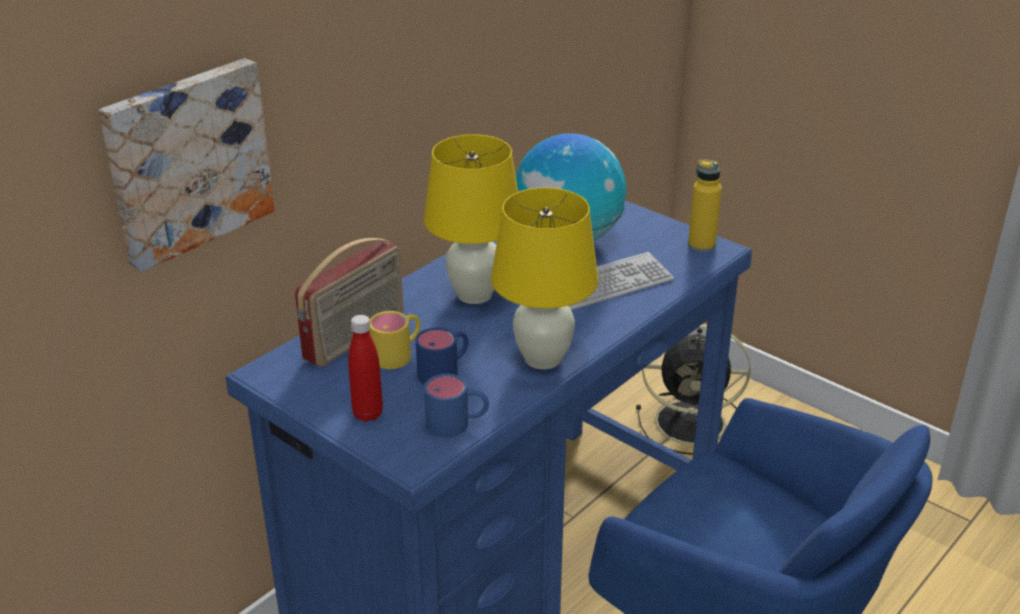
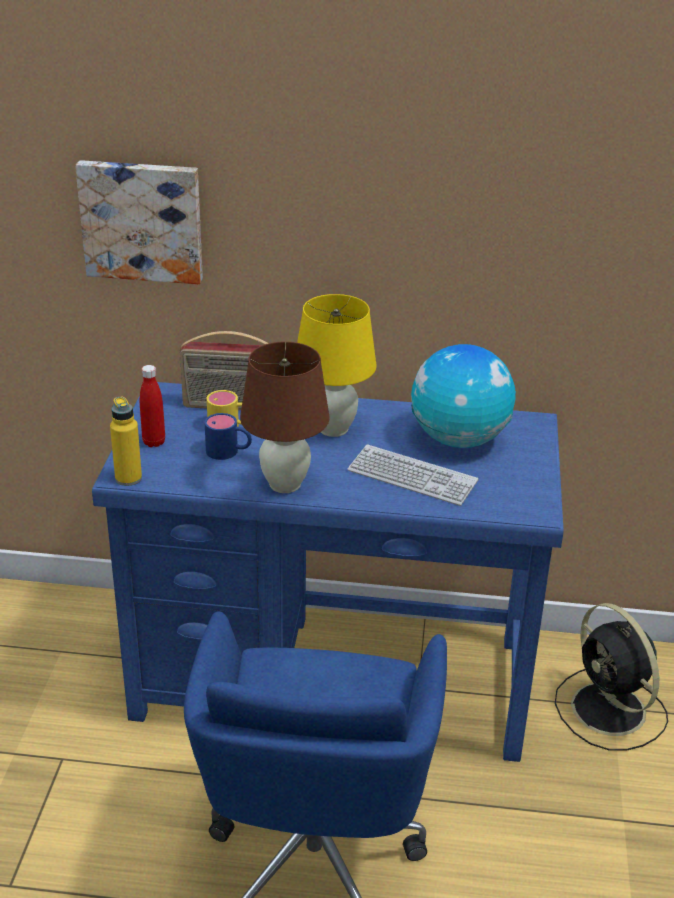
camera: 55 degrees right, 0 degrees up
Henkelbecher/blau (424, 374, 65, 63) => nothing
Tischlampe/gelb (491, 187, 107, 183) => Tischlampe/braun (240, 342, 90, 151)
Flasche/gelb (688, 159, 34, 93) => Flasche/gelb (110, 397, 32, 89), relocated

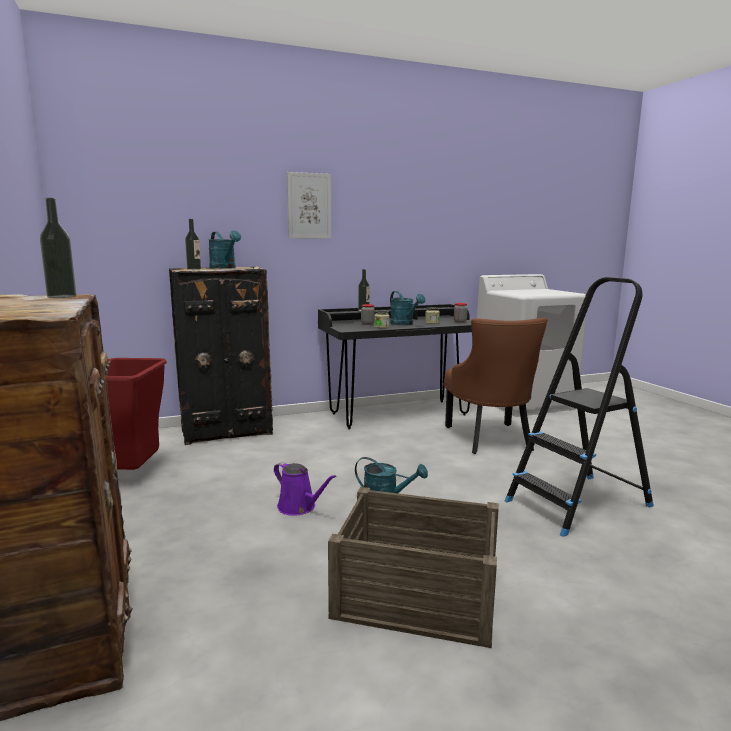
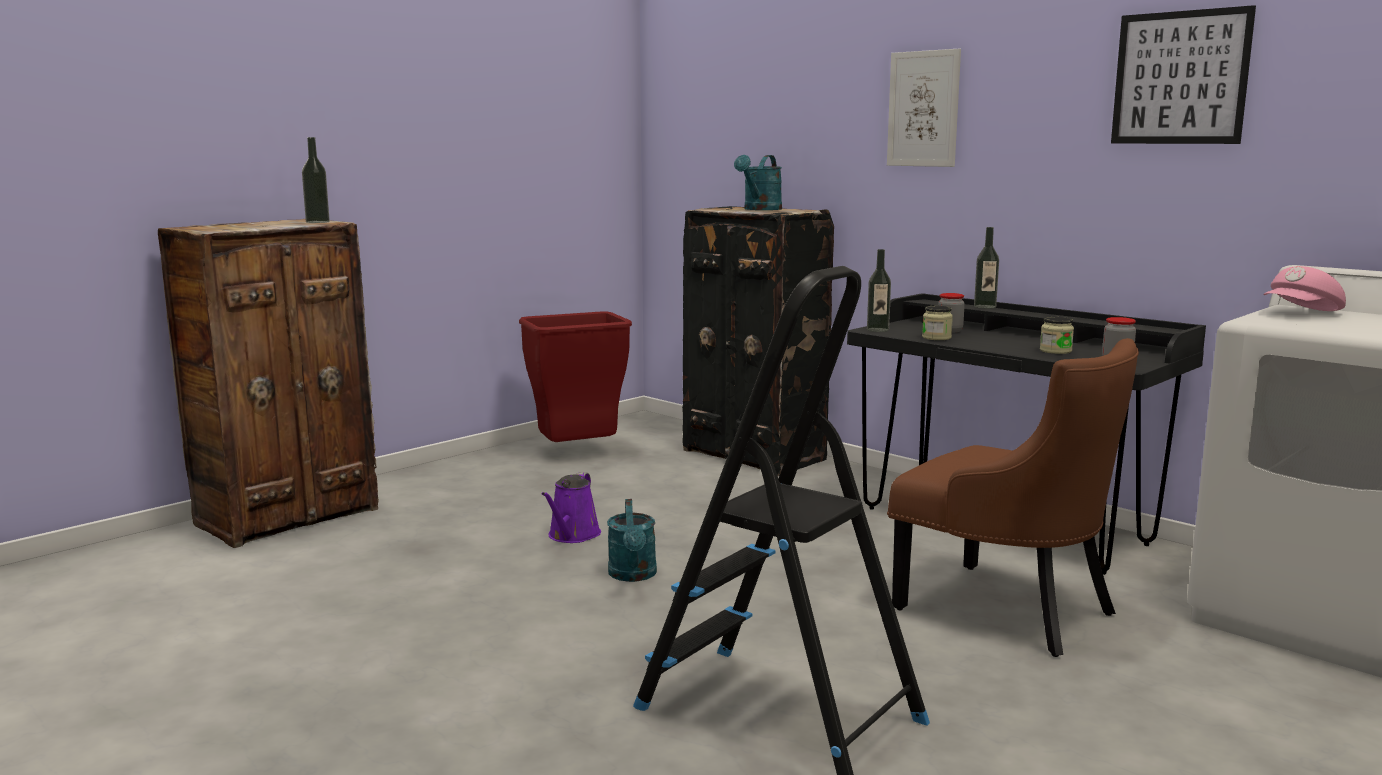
camera: 65 degrees right, 0 degrees up
Flasche (185, 219, 16, 51) => Flasche (867, 249, 24, 83), relocated
Kiste (328, 487, 171, 161) => nothing
Gießkanne/türkis (390, 291, 35, 34) => nothing
Stuhl/braun (444, 318, 104, 136) => Stuhl/braun (887, 338, 252, 319), 105 degrees counterclockwise
nothing => Bild (1111, 5, 145, 139)
nothing => Kappe/rosa (1263, 266, 83, 45)

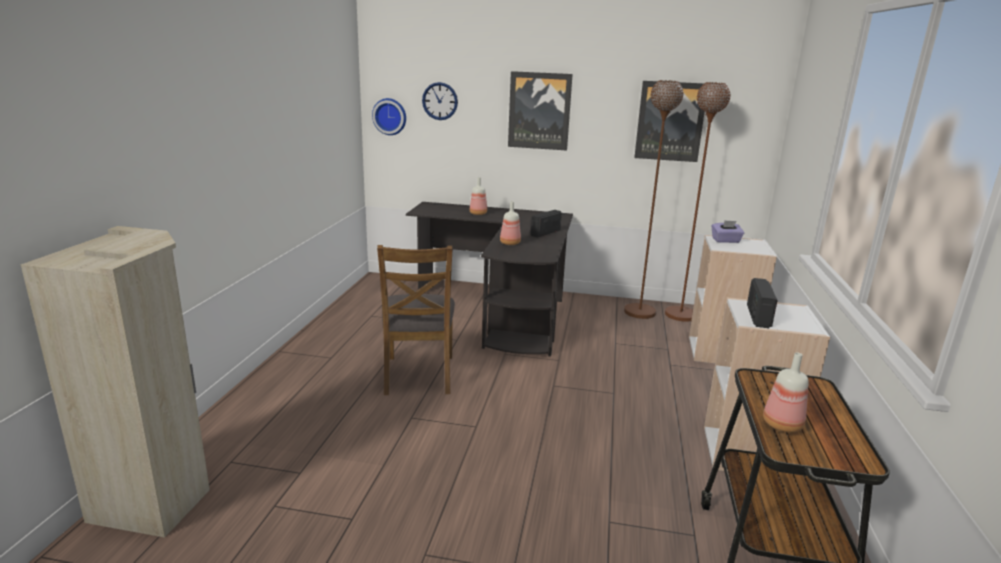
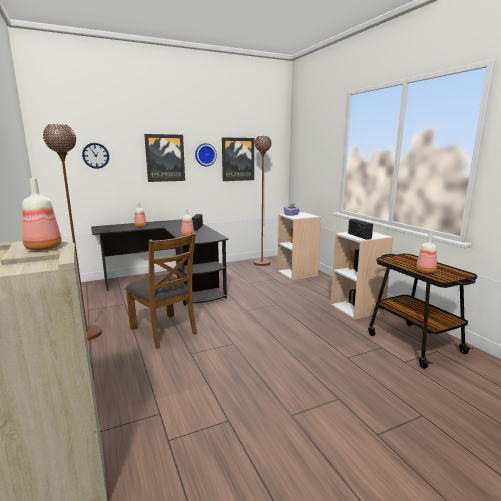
camera: 35 degrees left, 5 degrees down
Wanduhr (372, 98, 34, 37) => Wanduhr (195, 143, 22, 23), relocated
Stehlampe/braun (624, 80, 59, 239) => Stehlampe/braun (43, 124, 59, 217), relocated
nothing => Flasche (22, 178, 40, 73)

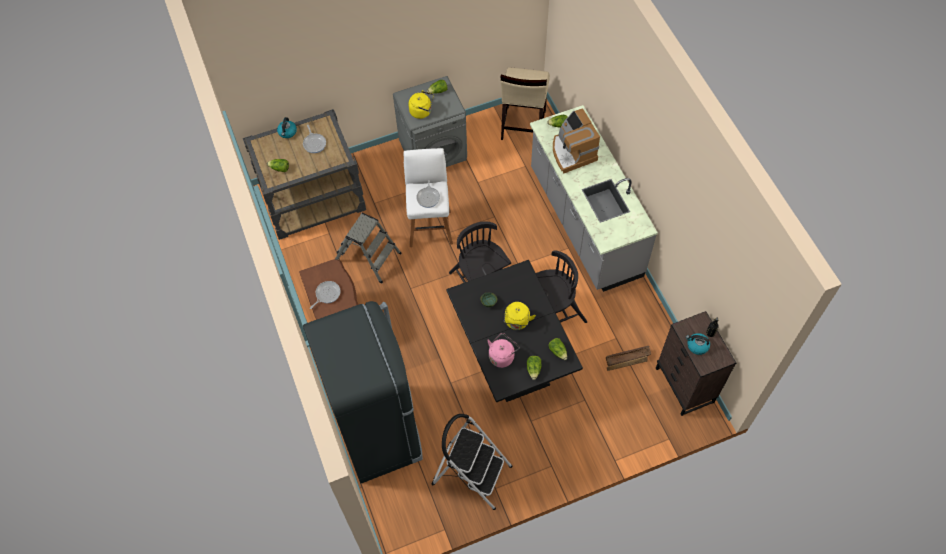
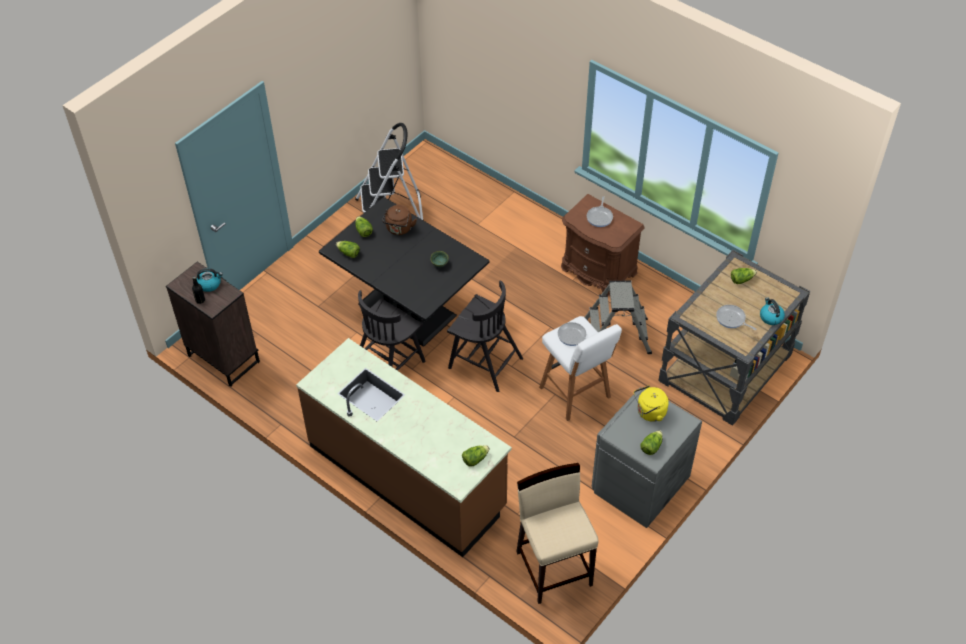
camera: 150 degrees right, 10 degrees down
Kühlschrank/schwarz (303, 301, 120, 182) => nothing
Wasserkessel/rosa (487, 333, 33, 35) => Wasserkessel/braun (382, 205, 35, 30)
Wasserkessel/gelb (504, 302, 32, 28) => nothing
Küchenzeile/grau (530, 105, 128, 187) => Küchenzeile/braun (296, 338, 216, 219)
Kaffeemaschine (553, 108, 47, 66) => nothing
Kiste (606, 346, 45, 25) => nothing

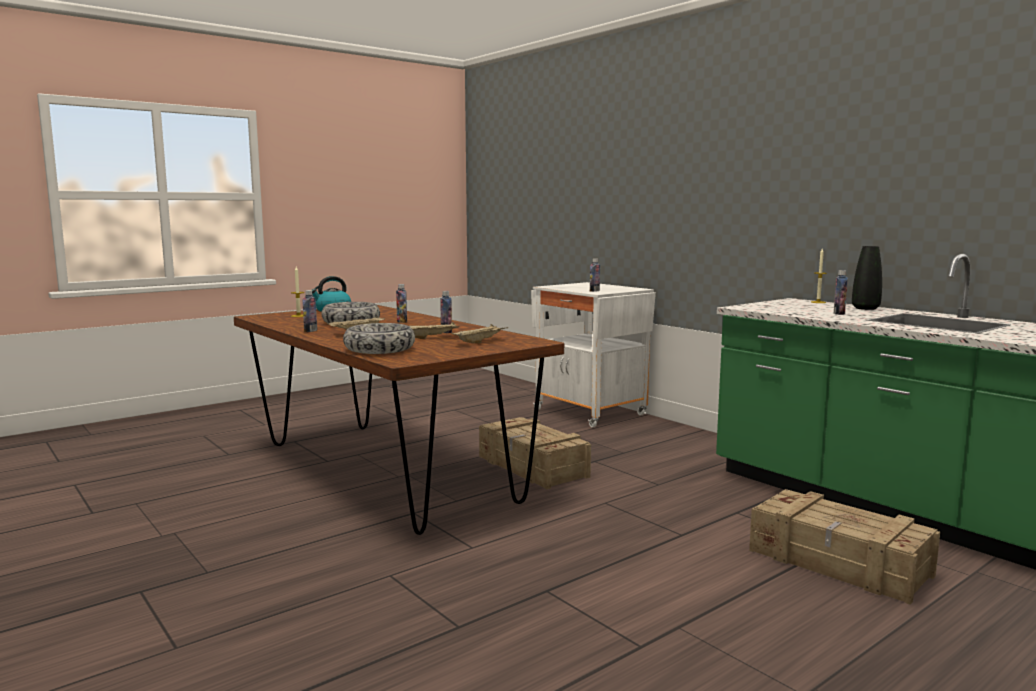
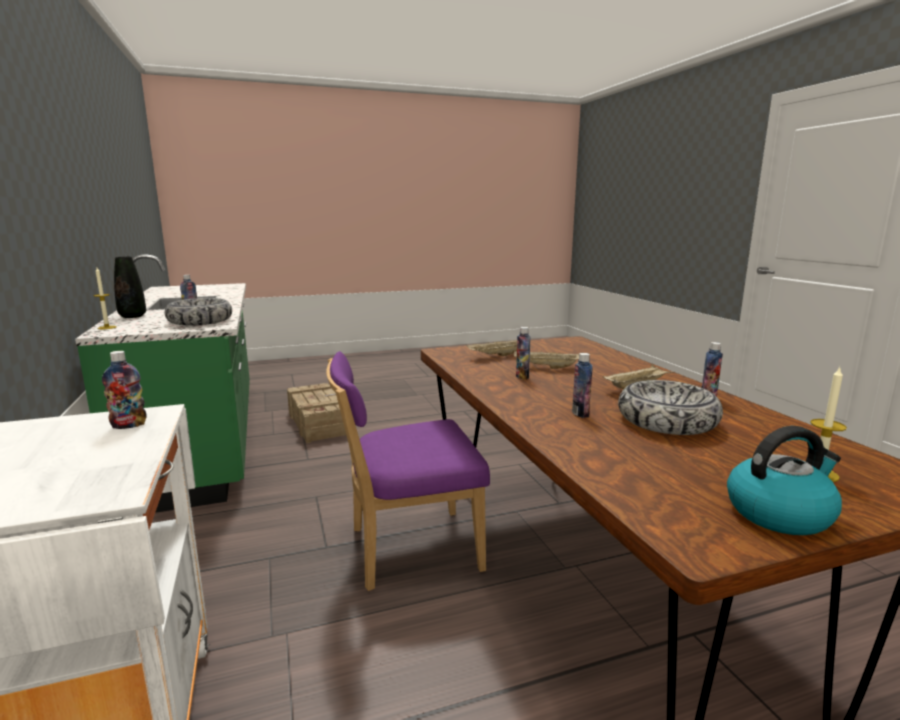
camera: 160 degrees left, 5 degrees up
Schüssel (343, 323, 72, 31) => Schüssel (165, 298, 67, 27), relocated
Kiste (479, 417, 112, 73) => Stuhl/lila (326, 351, 164, 240)

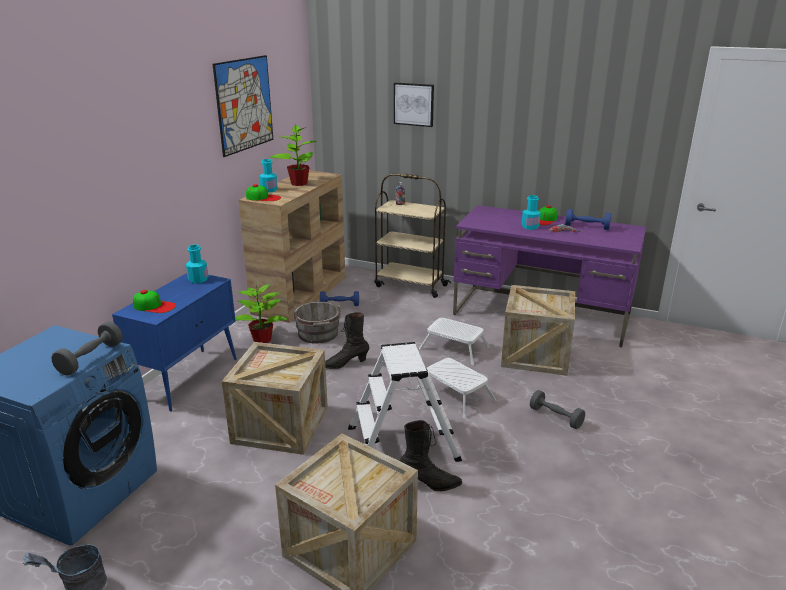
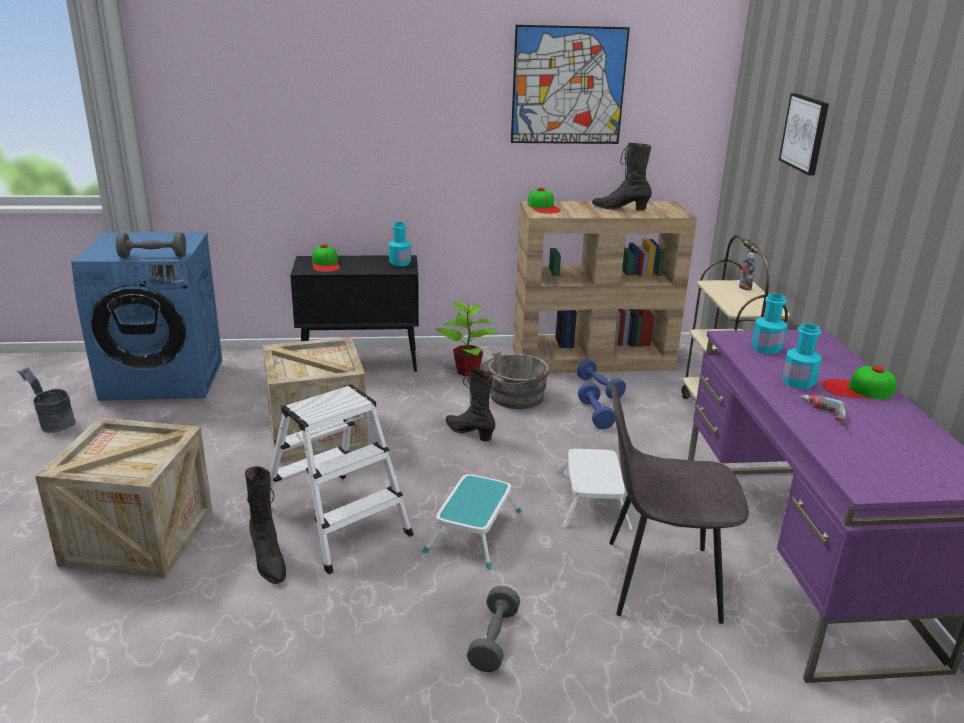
camera: 60 degrees right, 0 degrees up
Schrank/blau (112, 273, 125, 139) => Schrank/schwarz (290, 255, 129, 117)
Flasche/türkis (259, 159, 18, 34) => Flasche/türkis (752, 294, 35, 60), relocated
Topfpflanze (269, 124, 49, 62) => Stiefel/schwarz (592, 143, 60, 67)
Trittleiter/weiß (416, 358, 80, 61) => Trittleiter/türkis (422, 474, 100, 96)
Kiste (501, 285, 74, 91) => Stuhl/grau (609, 380, 140, 244)
Hantel/blau (565, 209, 46, 21) => Hantel/blau (578, 383, 37, 46), relocated

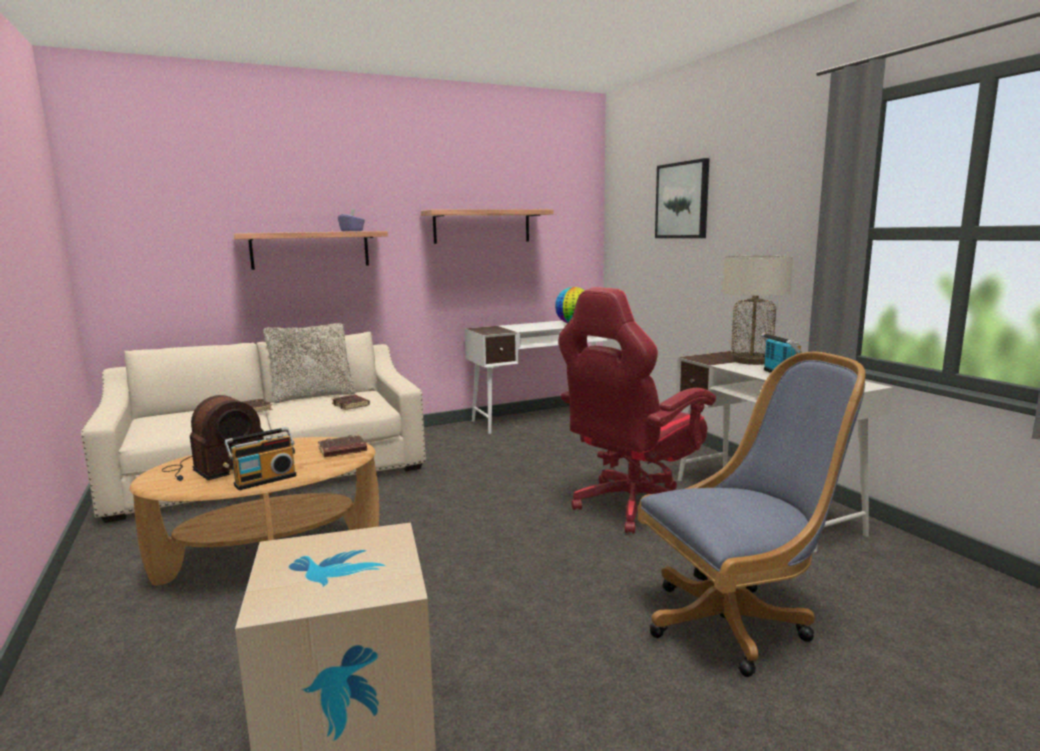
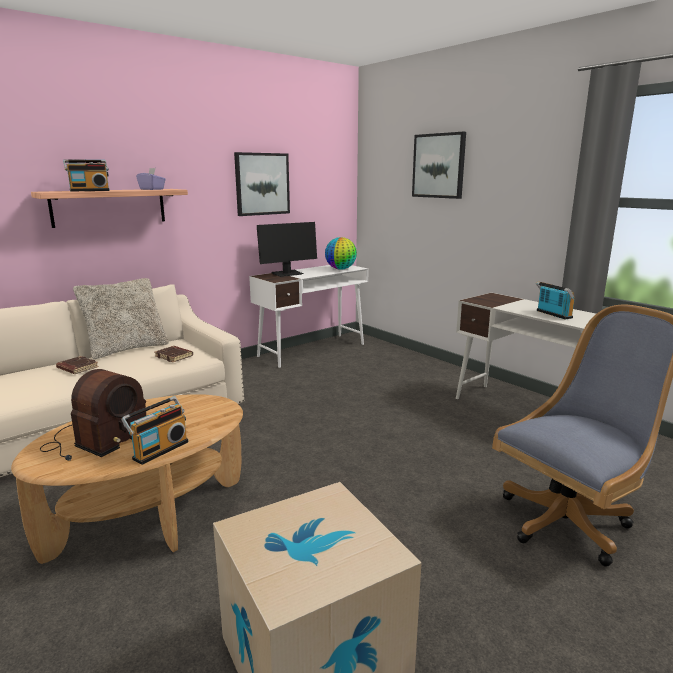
camera: 15 degrees left, 5 degrees up
Buch/braun (318, 435, 49, 22) => nothing
Wandregal (421, 209, 133, 35) => Bild (234, 152, 56, 64)
Bürostuhl/rot (558, 287, 158, 247) => nothing
Tischlampe (722, 255, 71, 110) => nothing
nothing => Radio (63, 159, 47, 33)
nothing => Monitor (257, 222, 60, 55)

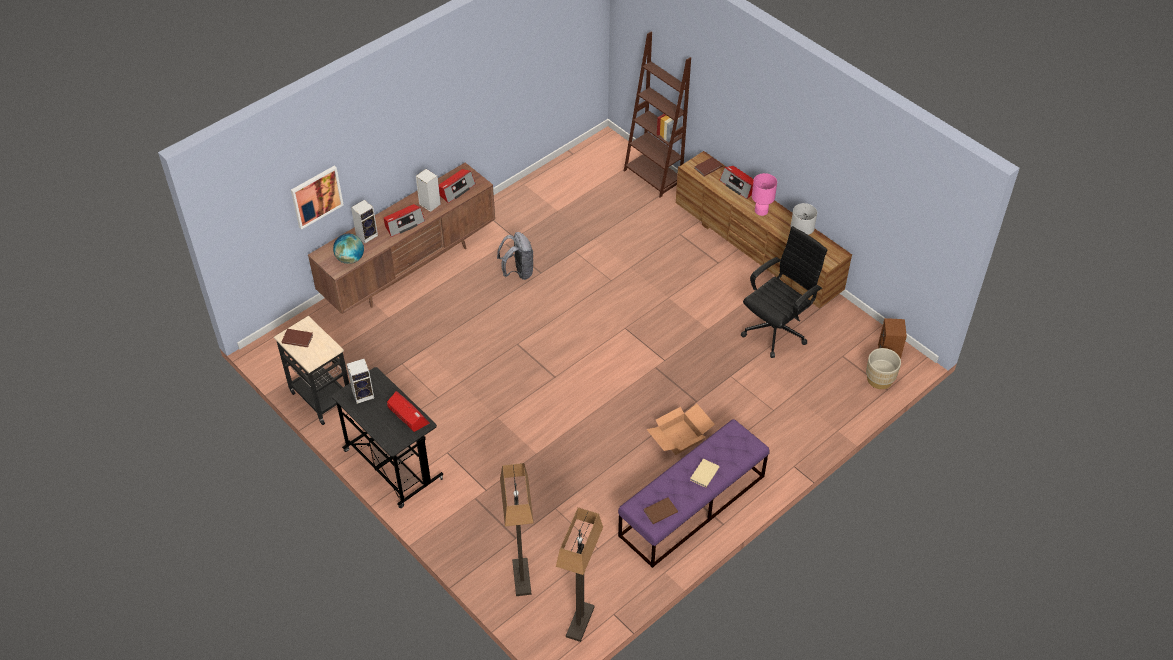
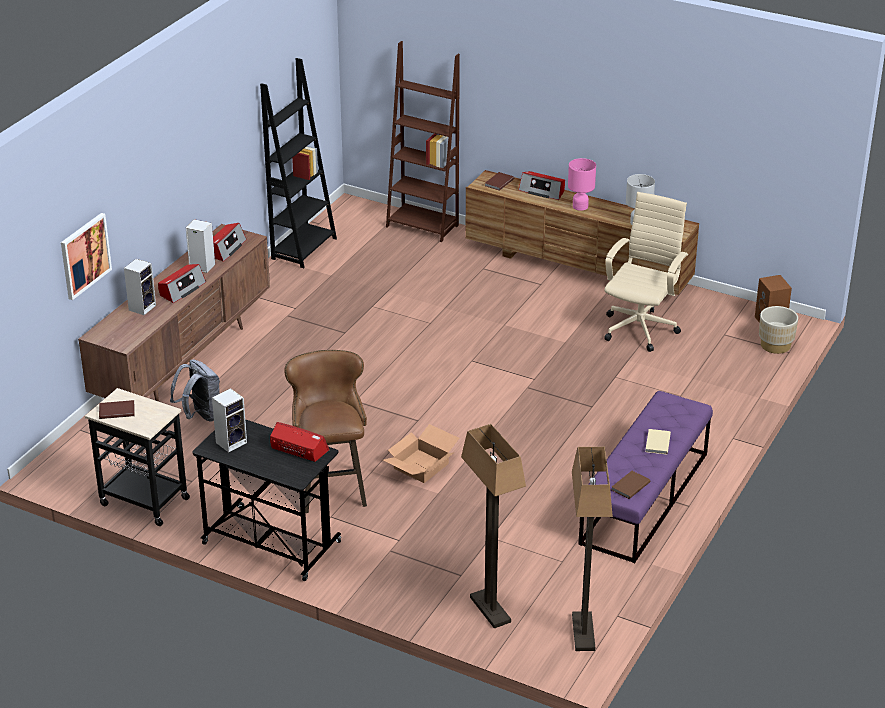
camera: 20 degrees left, 15 degrees down
Globus (333, 234, 31, 30) => nothing
Rucksack/grau (497, 232, 37, 48) => Rucksack/grau (170, 359, 50, 62), relocated
Karton (646, 404, 69, 51) => Karton (383, 424, 76, 59), relocated
Bürostuhl/schwarz (741, 226, 87, 132) => Bürostuhl/beige (604, 192, 84, 160)
nothing => Bücherregal/schwarz (260, 58, 77, 210)
nothing => Hocker/braun (284, 350, 83, 163)

